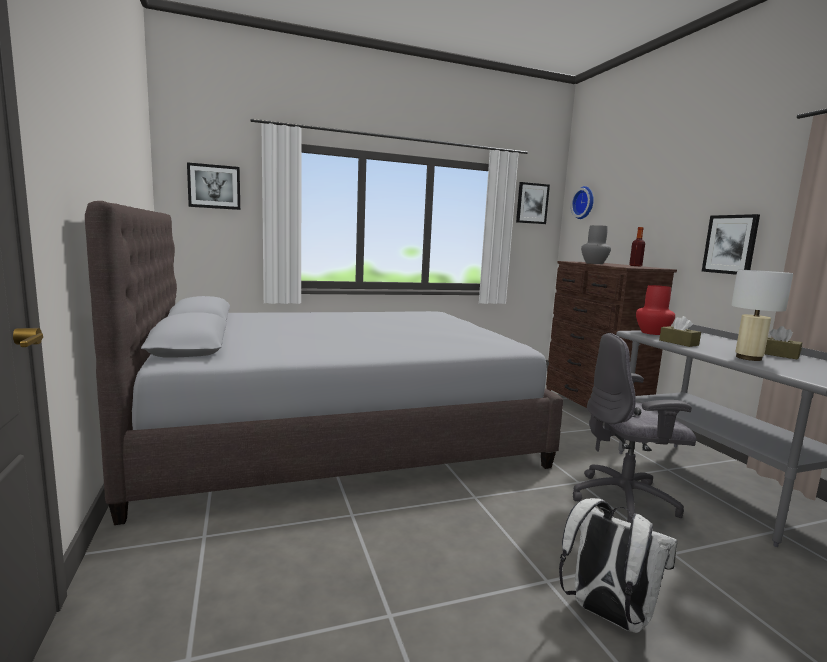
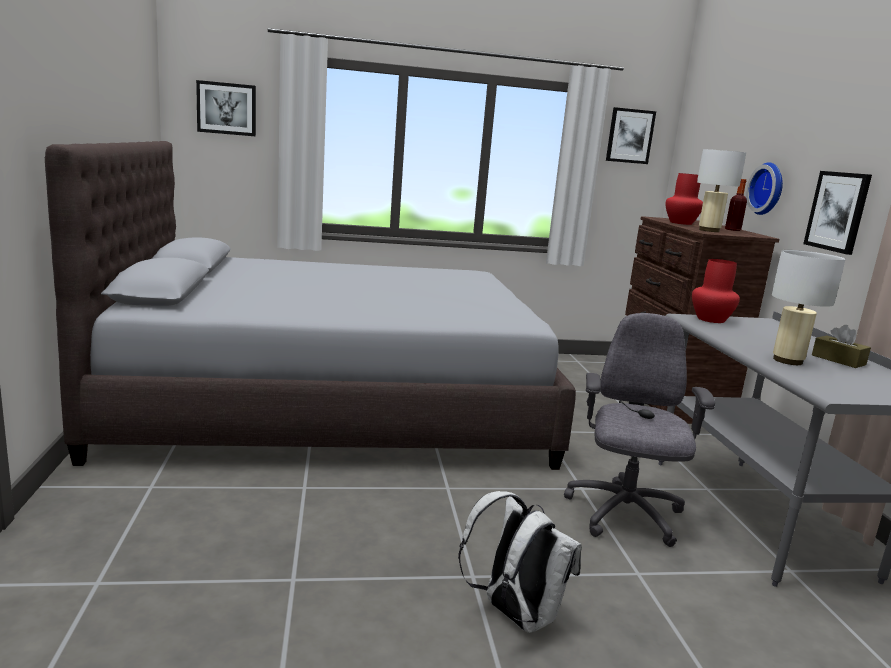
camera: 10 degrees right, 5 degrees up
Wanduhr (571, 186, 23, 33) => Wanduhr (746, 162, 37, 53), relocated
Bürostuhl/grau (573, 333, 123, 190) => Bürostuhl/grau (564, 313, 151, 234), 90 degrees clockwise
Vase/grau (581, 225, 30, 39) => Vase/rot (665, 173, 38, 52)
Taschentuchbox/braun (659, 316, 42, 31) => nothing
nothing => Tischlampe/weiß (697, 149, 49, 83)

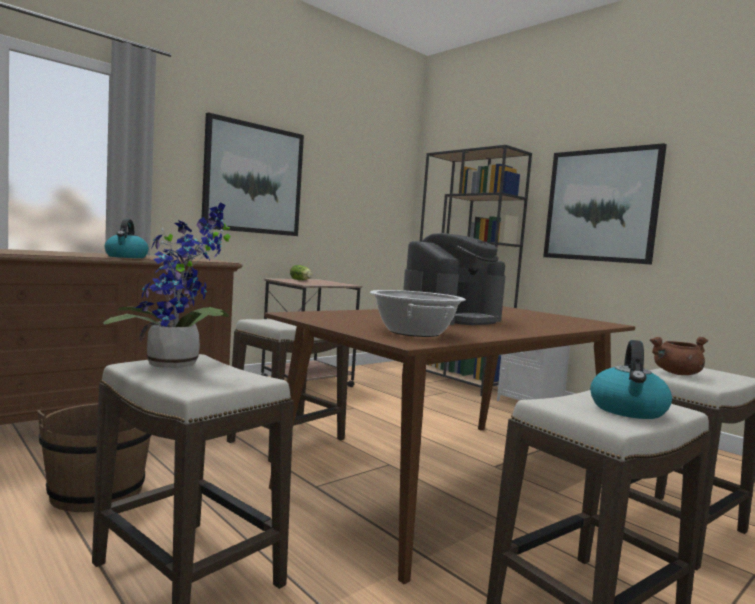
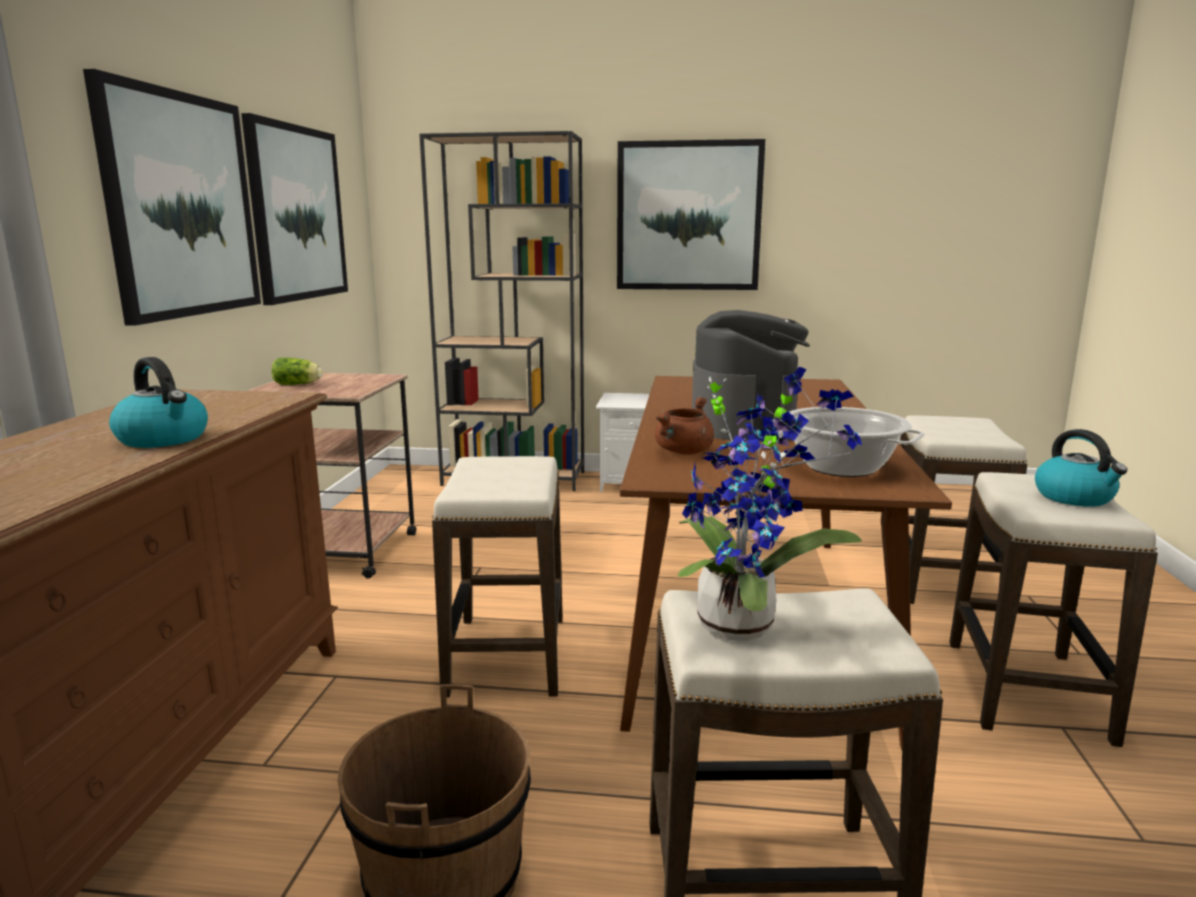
camera: 40 degrees left, 10 degrees up
Kochtopf/braun (650, 337, 58, 38) => Kochtopf/braun (655, 397, 59, 58), relocated
nothing => Bild (241, 113, 107, 192)

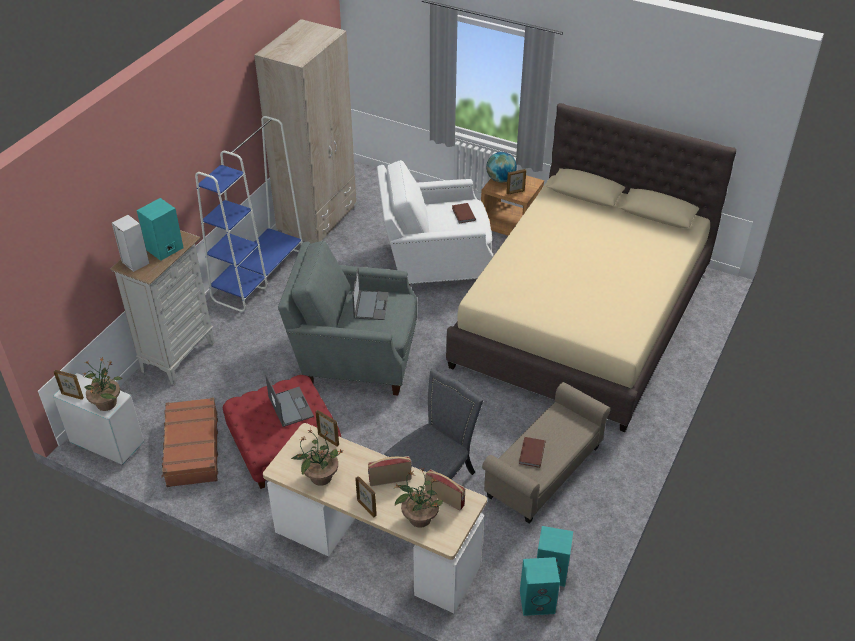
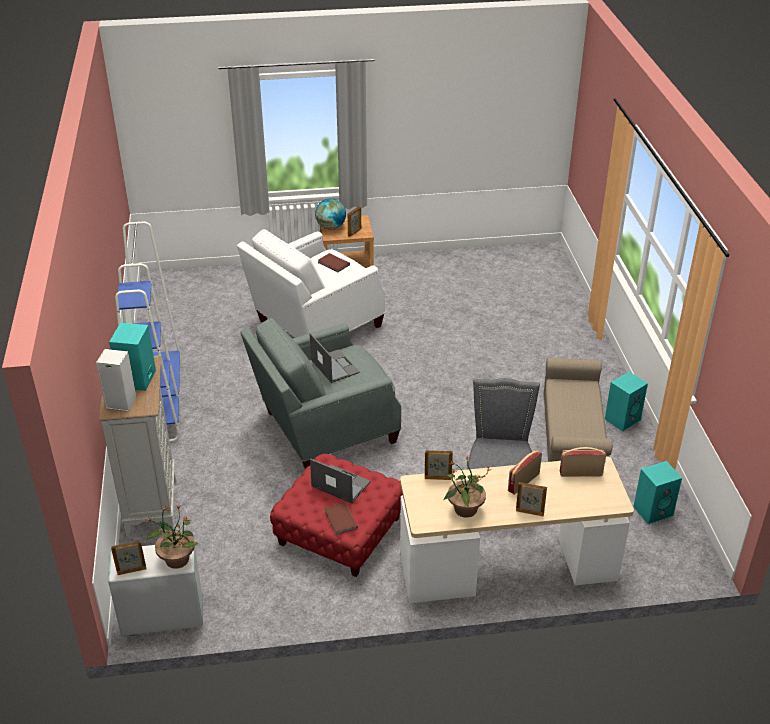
camera: 35 degrees left, 5 degrees down
Koffer/braun (162, 397, 56, 90) => nothing
Kleiderschrank/beige (254, 19, 102, 225) => nothing
Topfpflanze (394, 467, 49, 61) => nothing
Bett/beige (446, 103, 290, 329) => nothing
Buch/braun (519, 437, 26, 31) => Buch/braun (324, 502, 34, 33), relocated
Lautsprecher/türkis (520, 557, 40, 59) => Lautsprecher/türkis (605, 372, 43, 59), relocated

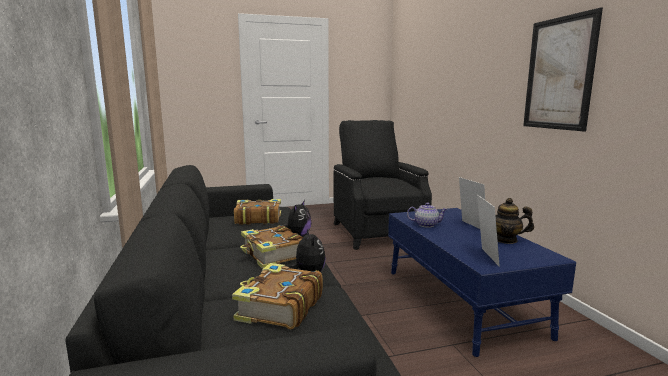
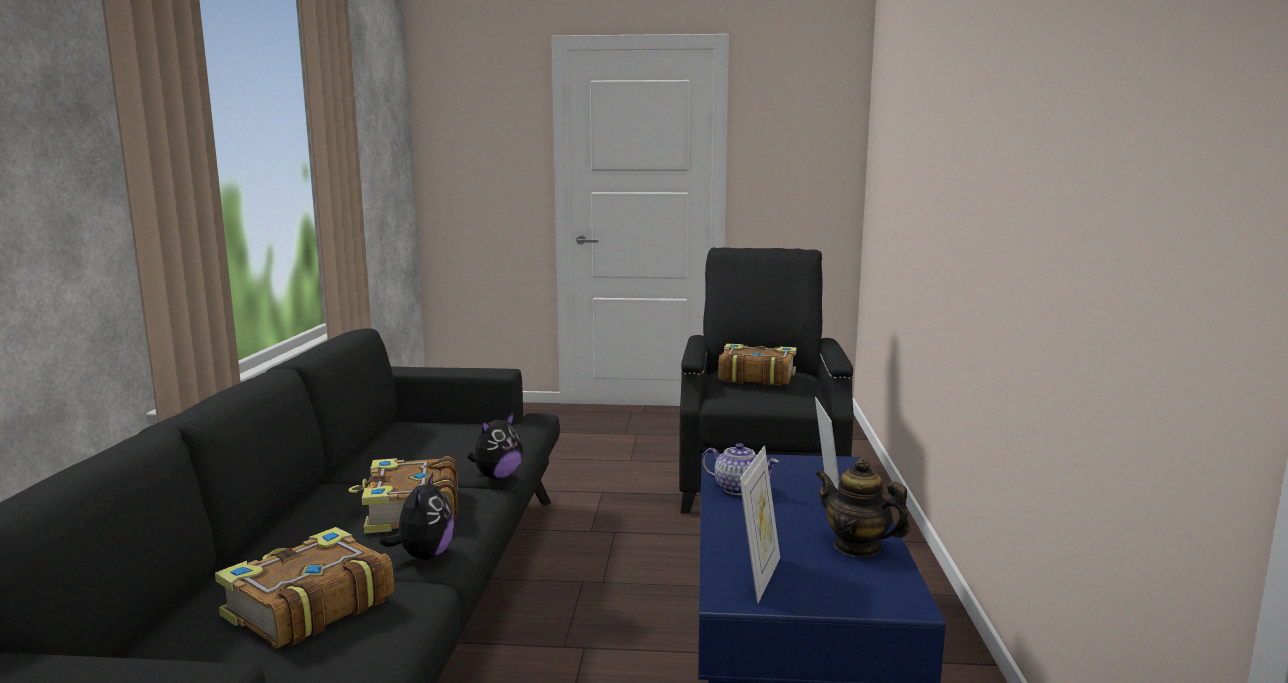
camera: 20 degrees right, 0 degrees up
Buch (234, 199, 47, 26) => Buch (718, 343, 79, 43), relocated
Bild (523, 7, 80, 124) => nothing

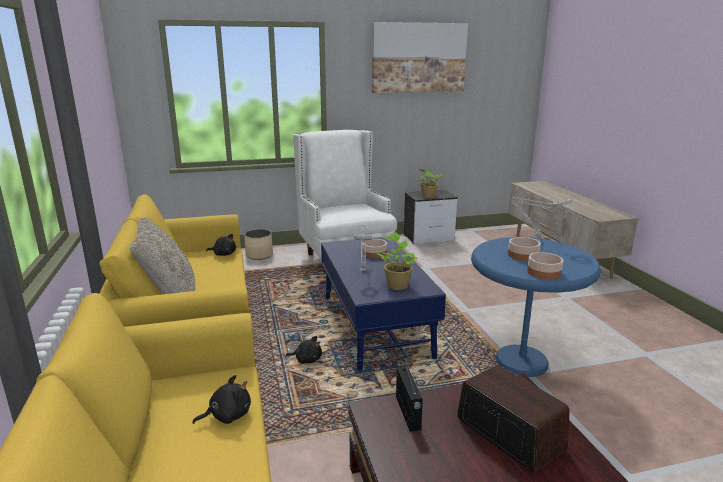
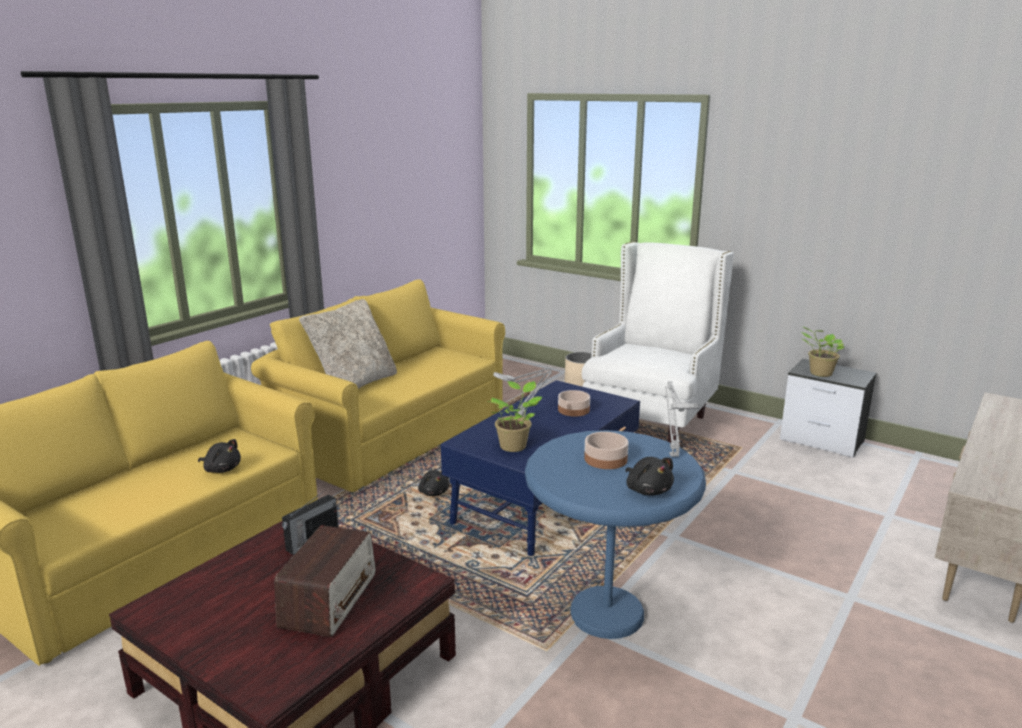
camera: 50 degrees right, 0 degrees up
Plüschtier/schwarz (206, 234, 30, 22) => Plüschtier/schwarz (626, 457, 48, 39), relocated
Bild (372, 22, 96, 71) => nothing
Schüssel (527, 252, 36, 27) => nothing

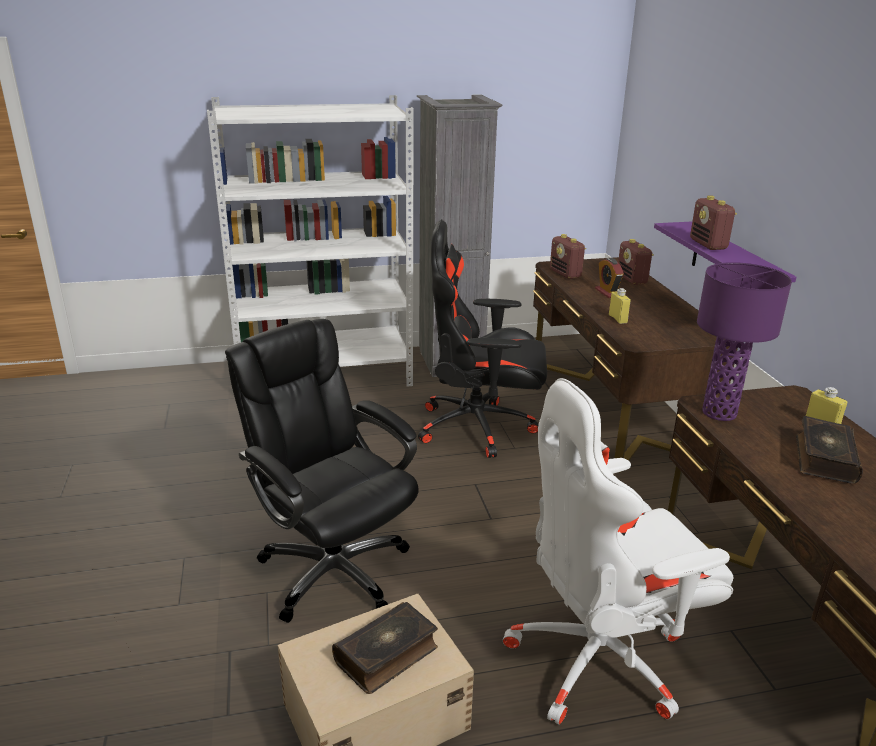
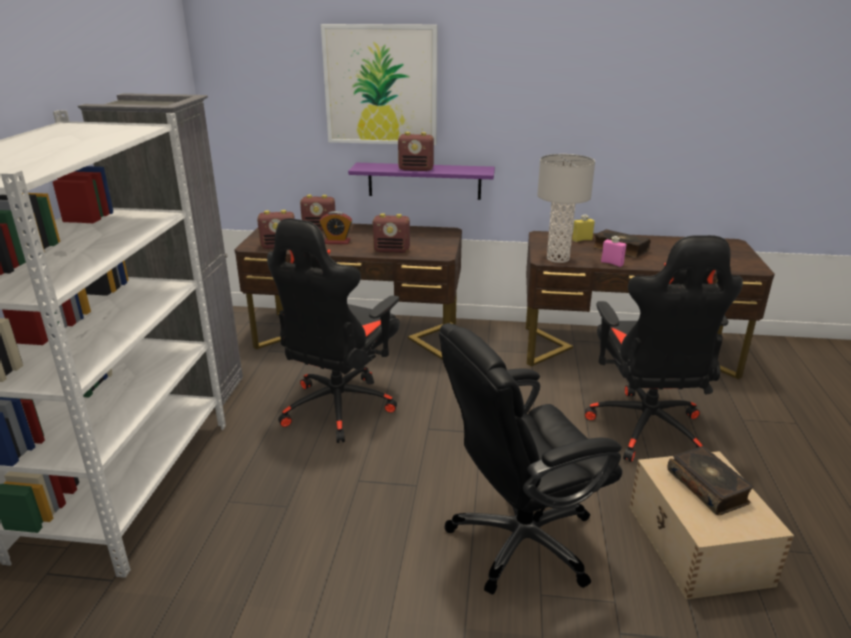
camera: 70 degrees left, 0 degrees up
Bürostuhl/weiß (503, 378, 230, 347) => Bürostuhl/schwarz (585, 235, 158, 227)
Flasche/gelb (609, 288, 22, 36) => Radio (372, 213, 38, 40)
Tischlampe/lila (697, 262, 95, 159) => Tischlampe/weiß (537, 154, 58, 109)
nothing => Bild (321, 24, 116, 121)
nothing => Flasche/rosa (601, 236, 25, 31)

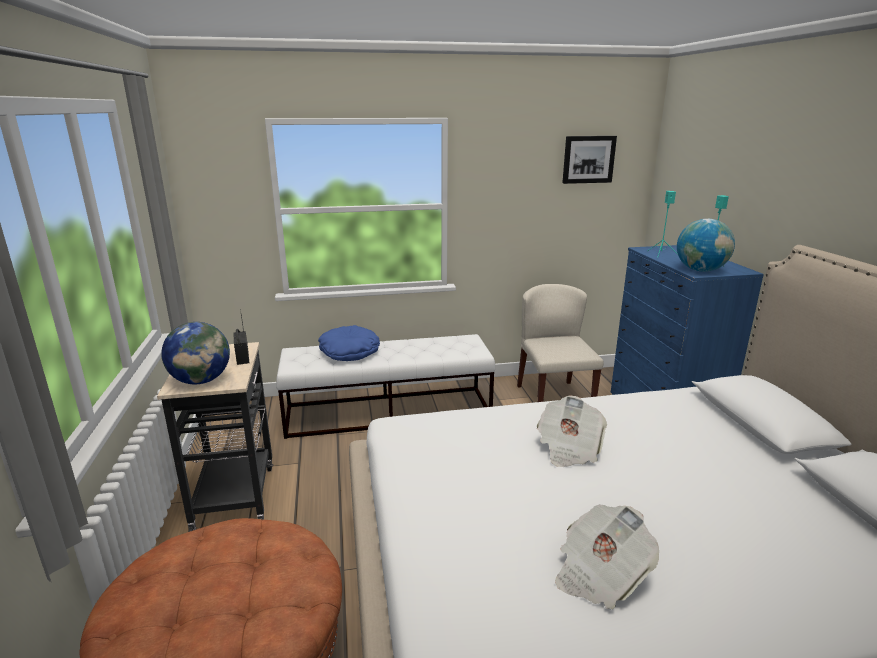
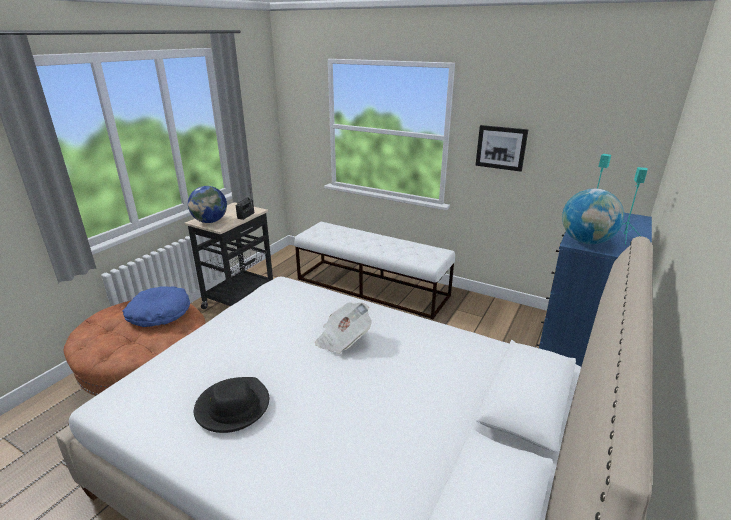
camera: 40 degrees right, 5 degrees up
Kissen/blau (318, 325, 62, 36) => Kissen/blau (122, 286, 68, 41), relocated
Stuhl/beige (517, 284, 87, 118) => nothing
Zeitung (555, 504, 104, 105) => Hut/schwarz (194, 377, 75, 56)
Bild (562, 136, 55, 48) => Bild (475, 125, 53, 47), relocated

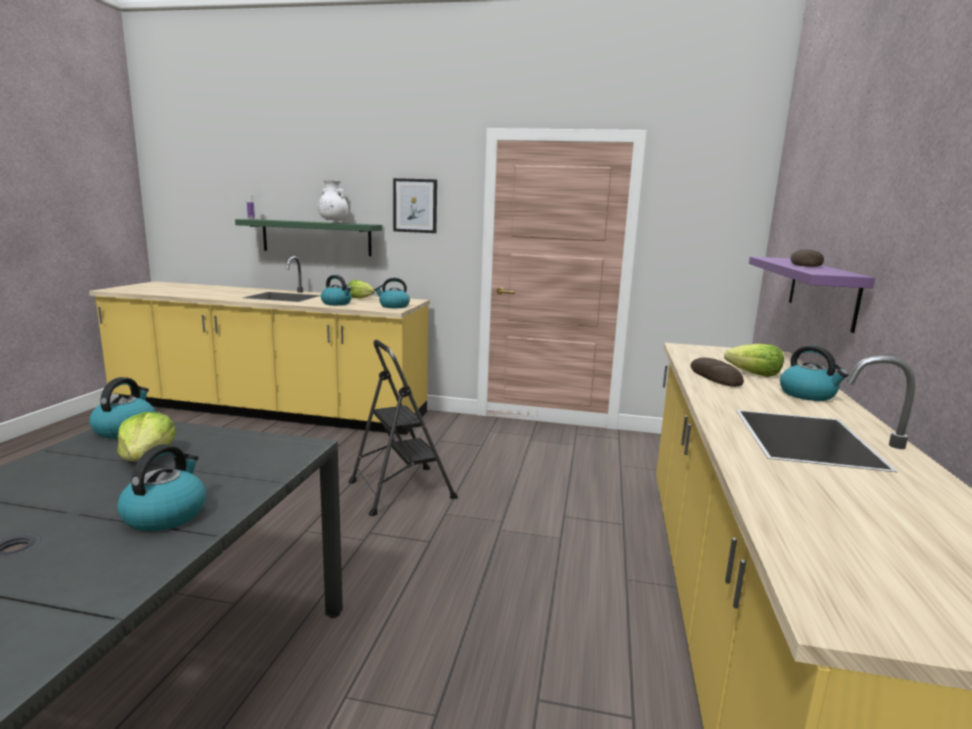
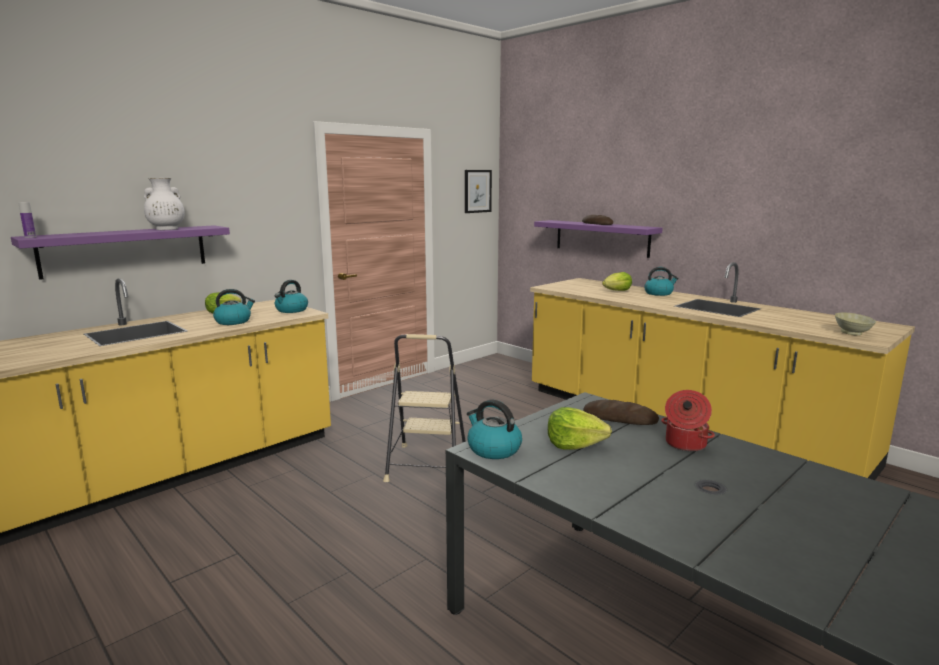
camera: 55 degrees left, 0 degrees up
Wasserkessel (117, 444, 89, 87) => Kochtopf (661, 390, 54, 61)
Wandregal/grün (235, 219, 147, 37) => Wandregal/lila (11, 225, 219, 55)
Trittleiter/schwarz (348, 340, 110, 176) => Trittleiter/beige (383, 334, 83, 148)
Bild (393, 178, 44, 55) => Bild (465, 170, 27, 43), relocated
Brot (690, 358, 54, 29) => Brot (583, 400, 76, 25), relocated
nothing => Schüssel/beige (835, 313, 41, 23)

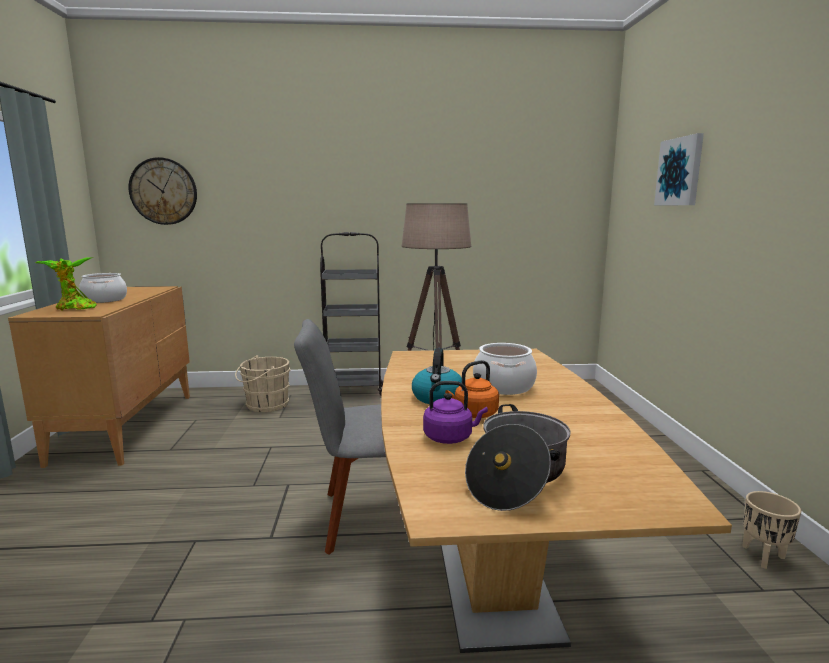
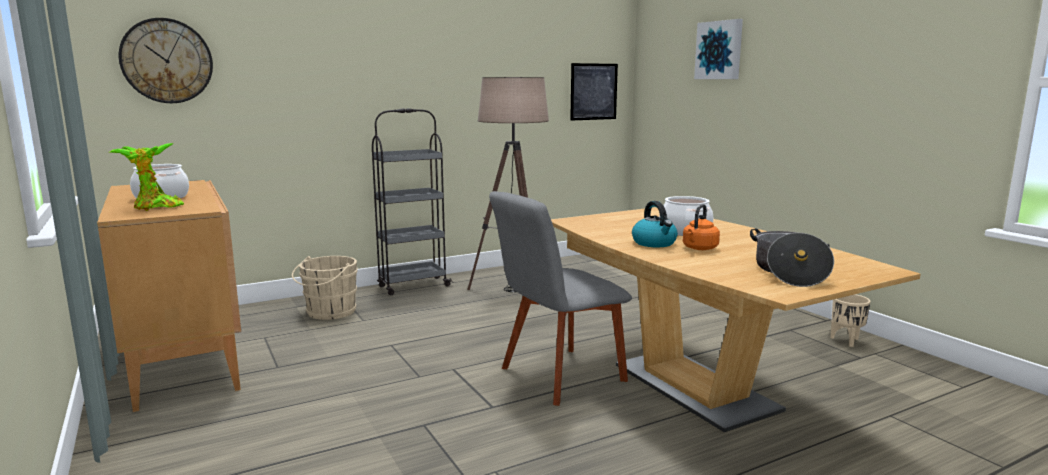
camera: 25 degrees left, 0 degrees up
Wasserkessel/lila (423, 381, 65, 63) => nothing
nothing => Bild (570, 63, 48, 58)

